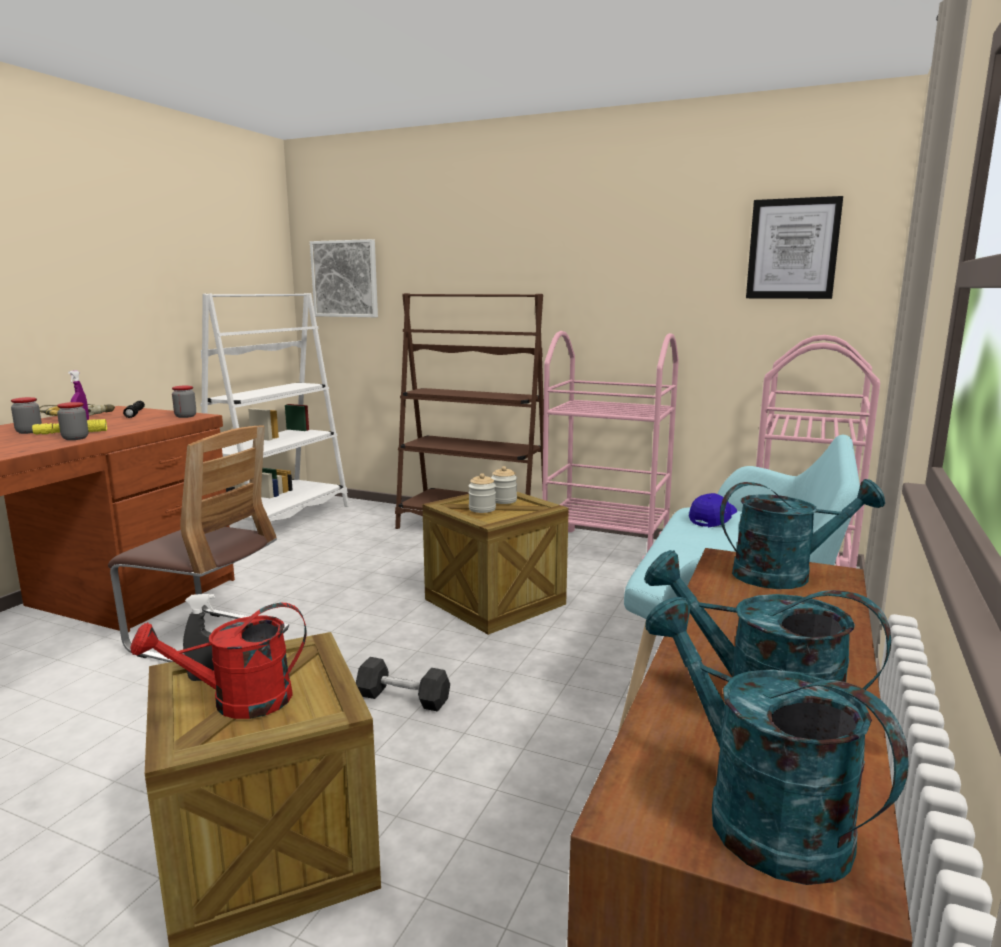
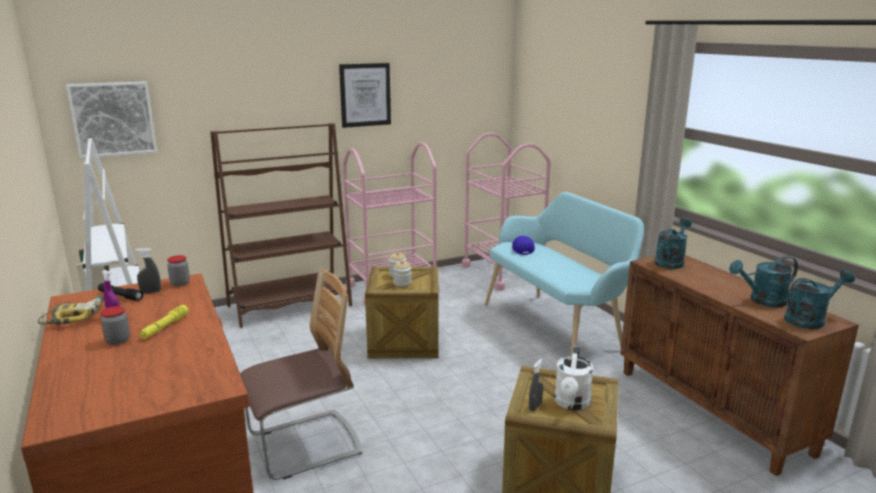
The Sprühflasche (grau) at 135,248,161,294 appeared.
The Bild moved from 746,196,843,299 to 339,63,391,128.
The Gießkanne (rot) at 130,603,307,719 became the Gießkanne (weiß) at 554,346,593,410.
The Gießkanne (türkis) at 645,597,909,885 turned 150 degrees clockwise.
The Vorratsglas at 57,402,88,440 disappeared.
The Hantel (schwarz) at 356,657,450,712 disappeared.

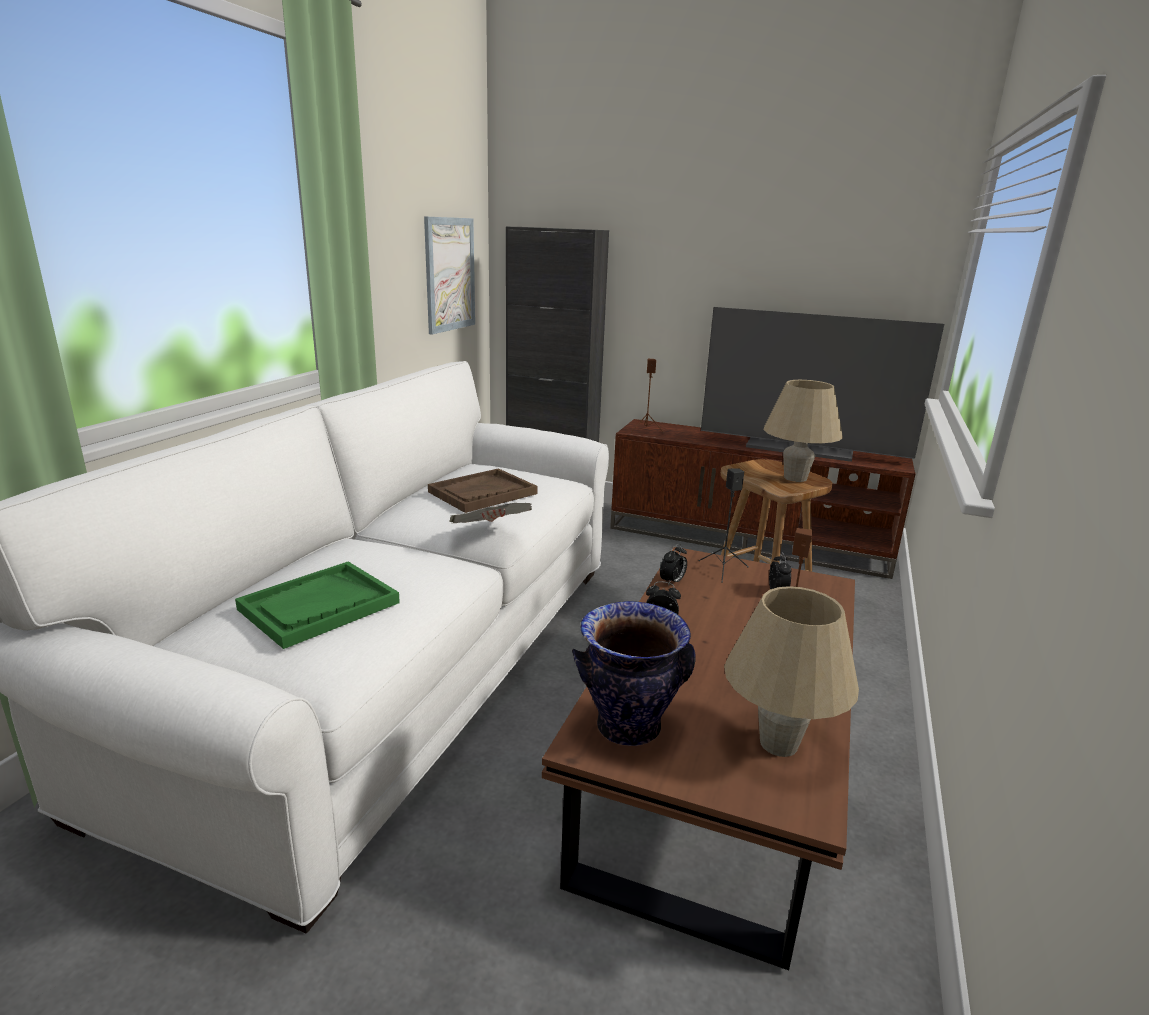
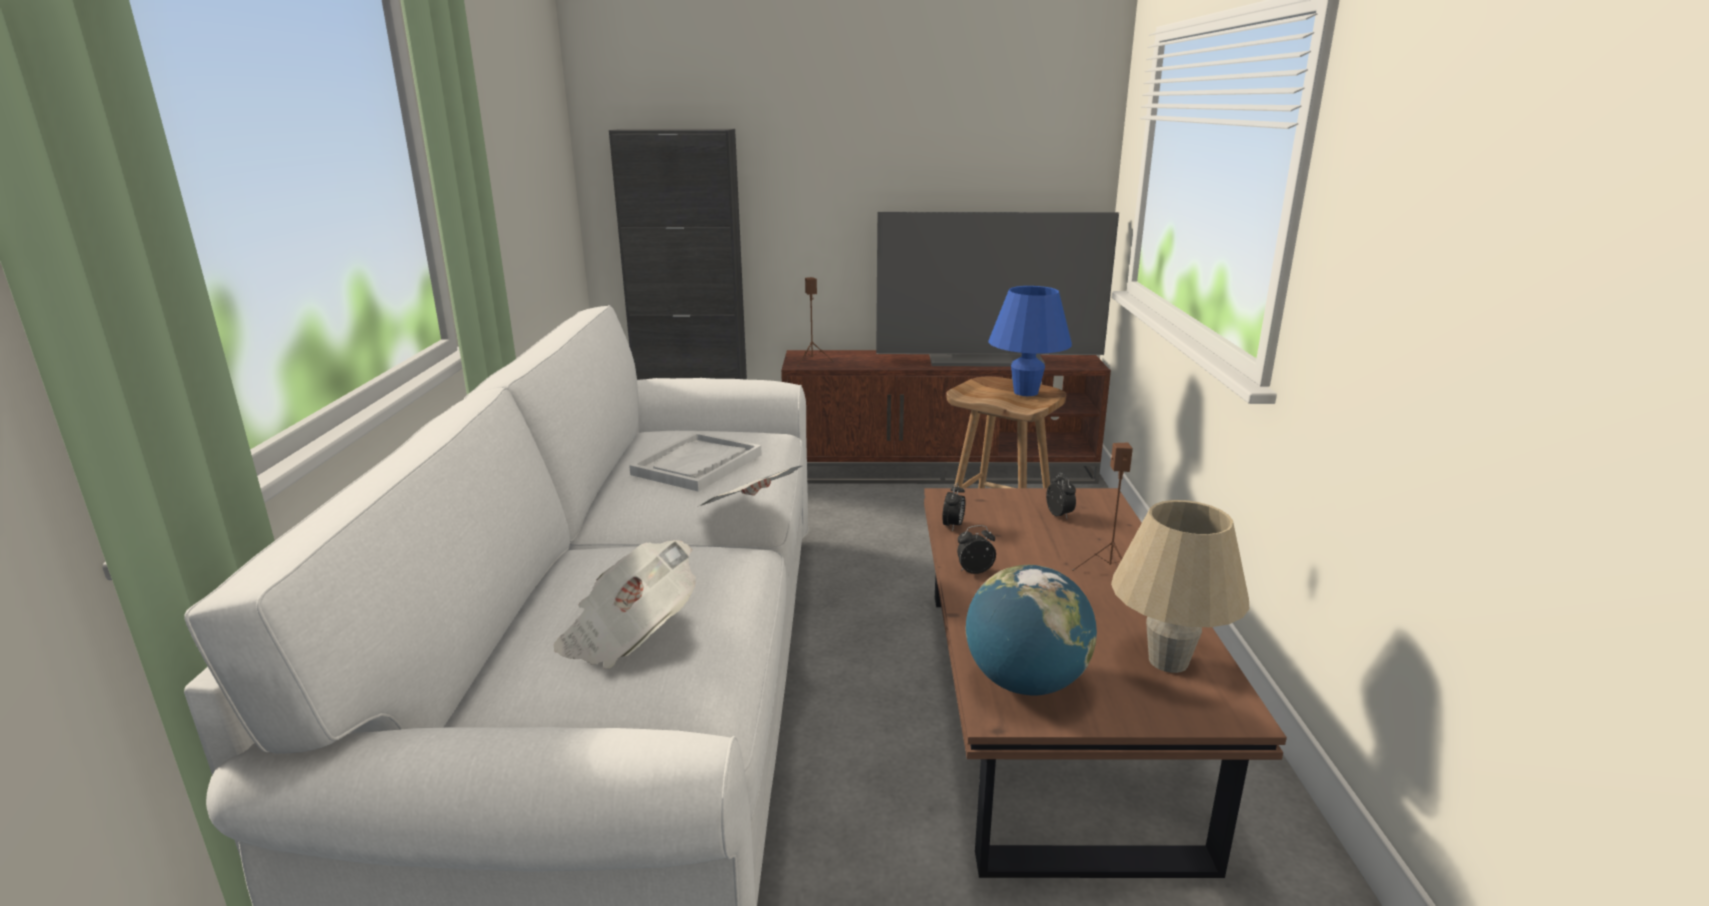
The Tablett (grün) at 235,562,400,649 was replaced by the Zeitung at 554,540,696,669.
The Tablett (braun) at 428,468,537,513 became the Tablett (weiß) at 629,432,762,492.
The Vase at 572,601,696,746 was replaced by the Globus at 965,565,1097,696.
The Tischlampe (beige) at 764,380,843,482 became the Tischlampe (blau) at 988,286,1072,396.
The Bild at 424,216,475,334 disappeared.
The Lautsprecher (schwarz) at 698,468,749,583 disappeared.

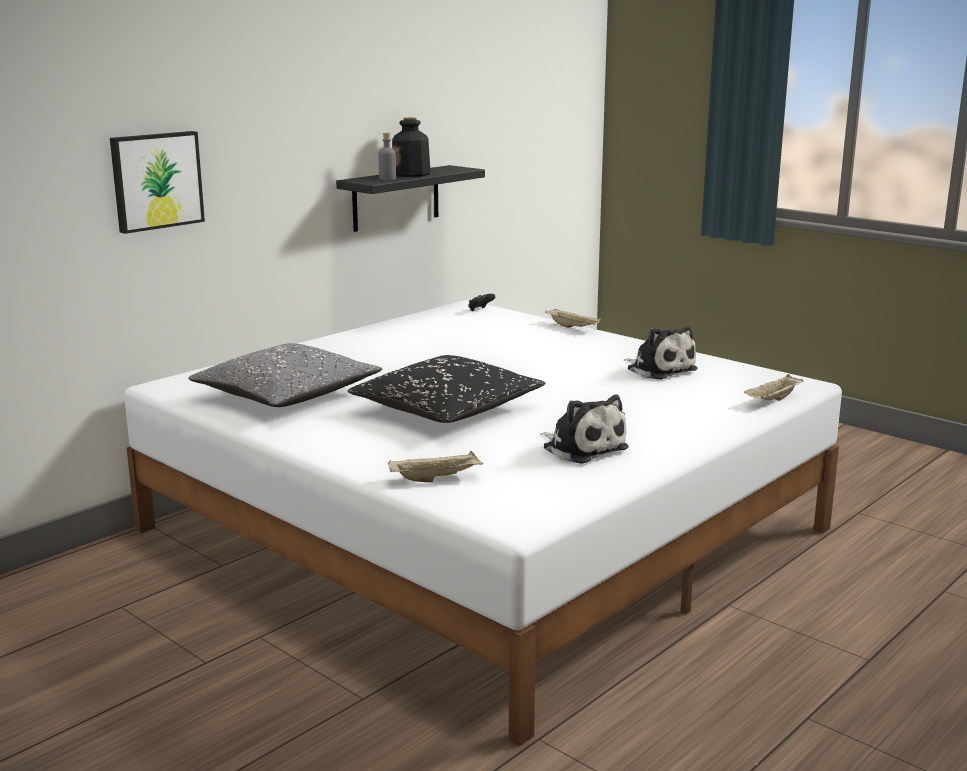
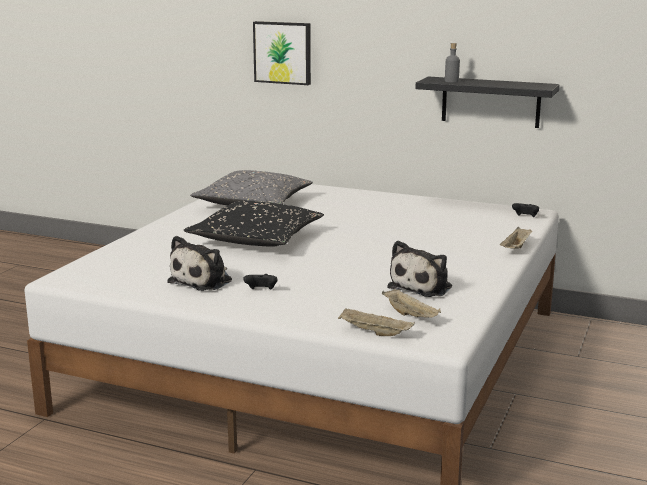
The Gamepad (schwarz) at 243,274,277,290 appeared.
The Tablett (beige) moved from 388,451,483,482 to 382,289,441,318.
The Flasche at 392,118,431,177 disappeared.

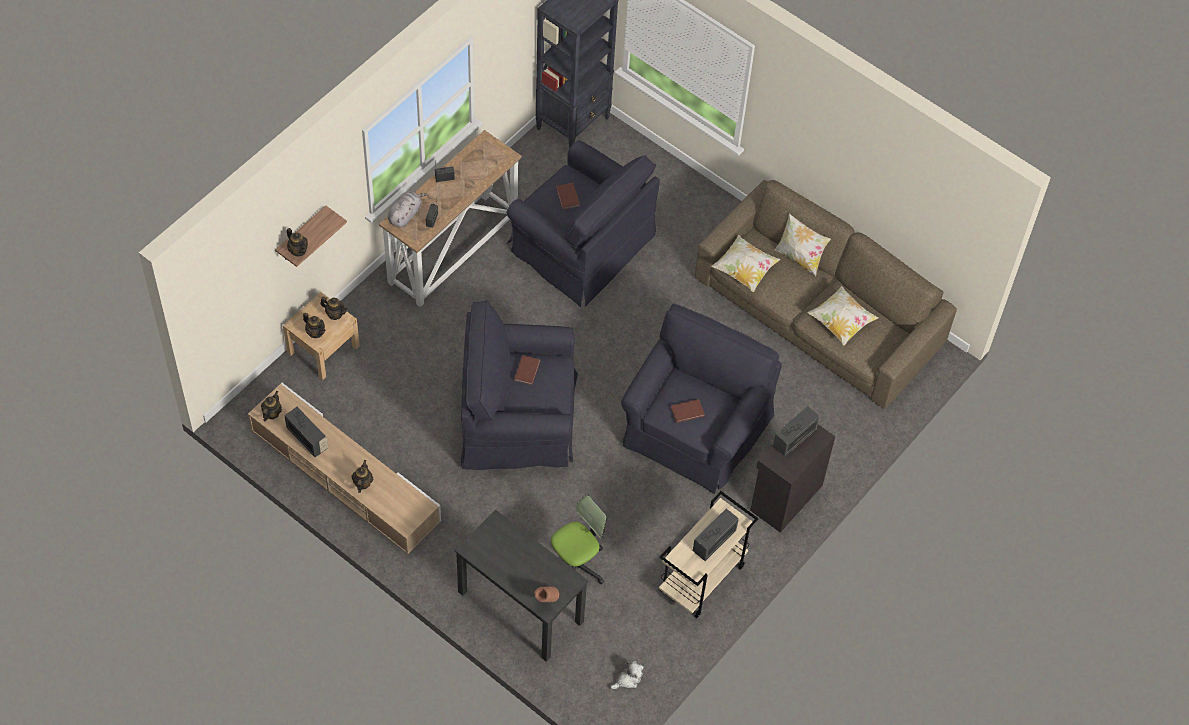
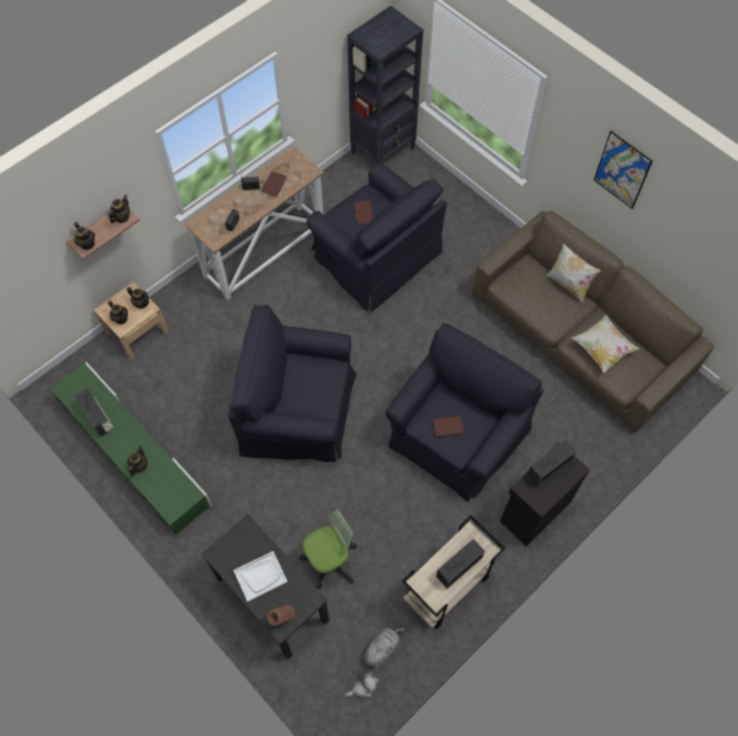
The Fernsehschrank (beige) at 248,383,441,554 became the Fernsehschrank (grün) at 50,362,212,535.
The Teekanne moved from 261,391,282,421 to 108,195,130,223.
The Tablett (weiß) at 233,551,288,602 appeared.
The Buch (braun) moved from 514,355,541,385 to 261,171,287,197.
The Plüschtier (grau) moved from 388,191,427,227 to 364,627,406,668.
The Bild at 594,131,653,209 appeared.
The Kissen at 711,235,781,292 disappeared.

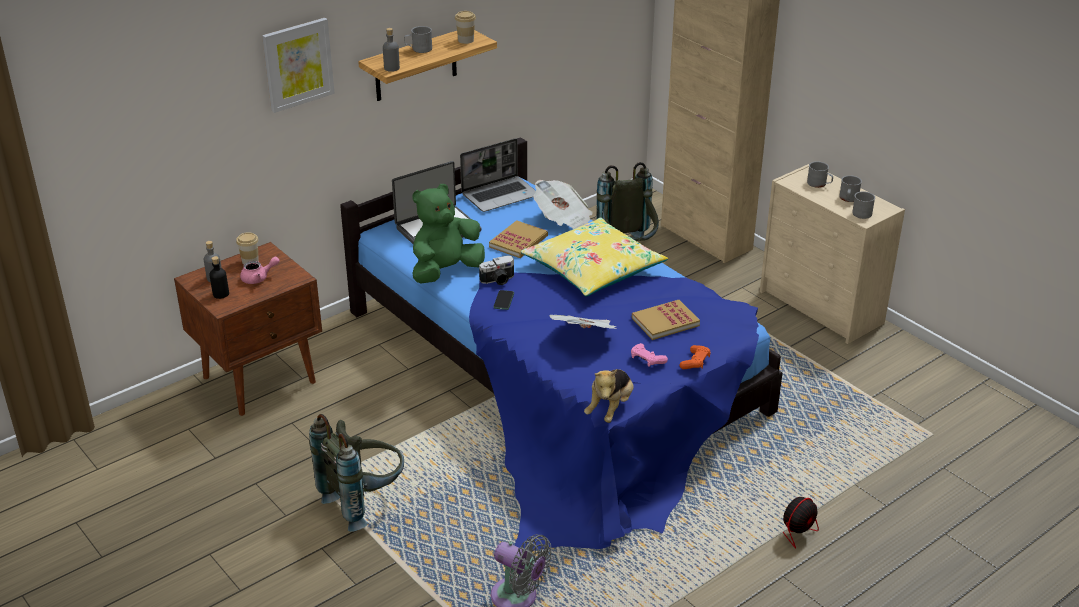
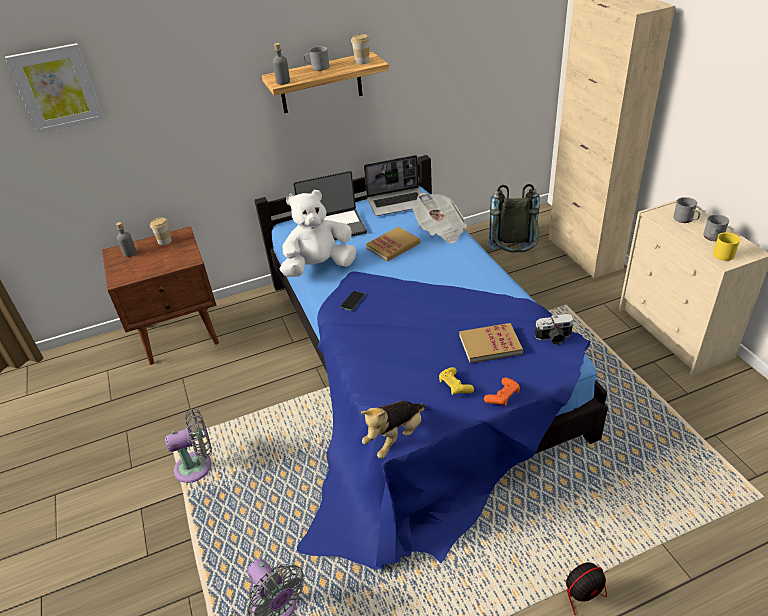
The Bild moved from 262,18,335,113 to 5,43,104,133.
The Rucksack (grau) at 309,414,404,532 was replaced by the Ventilator (grau) at 165,409,212,483.
The Plüschtier (grün) at 412,184,485,284 became the Plüschtier (weiß) at 280,190,356,277.
The Gamepad (rosa) at 631,343,668,367 became the Gamepad (gelb) at 439,367,474,395.
The Kamera moved from 479,255,514,285 to 535,314,574,345.
The Henkelbecher (grau) at 852,191,875,219 became the Henkelbecher (gelb) at 713,232,740,261.
The Flasche (schwarz) at 209,256,229,299 disappeared.
The Teekanne (rosa) at 240,257,280,284 disappeared.
The Kissen (gelb) at 520,218,668,296 disappeared.
The Zeitung at 549,315,617,329 disappeared.

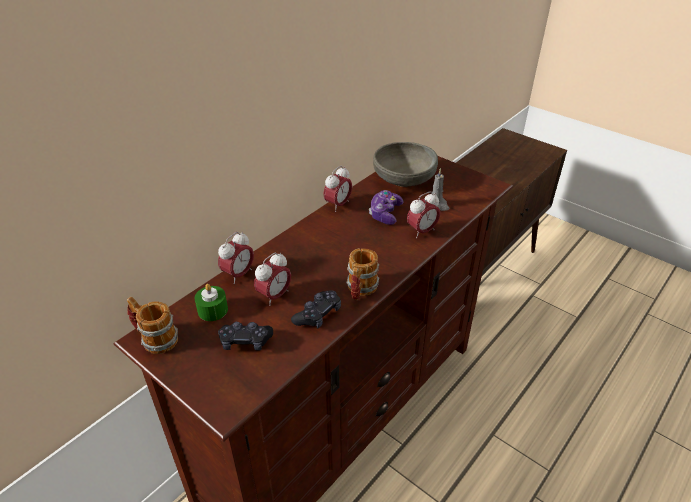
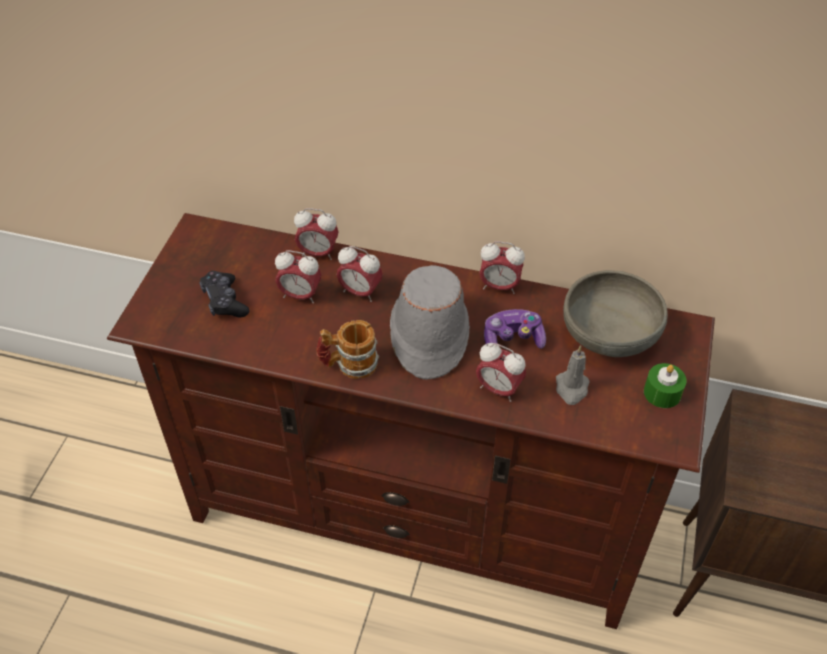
The Wecker at 337,246,383,302 appeared.
The Hut (grau) at 390,265,470,380 appeared.
The Kerze (grün) moved from 195,284,228,321 to 644,363,687,408.
The Henkelbecher at 127,297,178,354 disappeared.
The Gamepad (schwarz) at 291,290,341,328 disappeared.

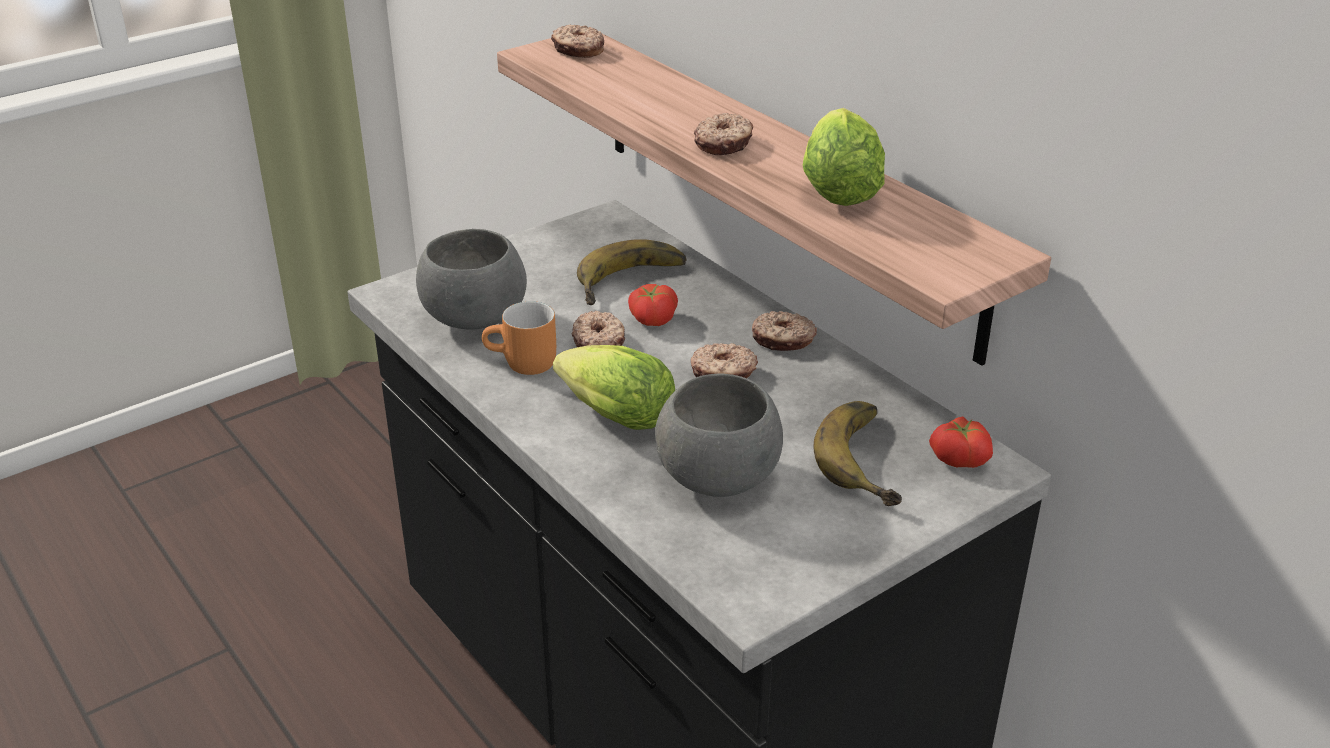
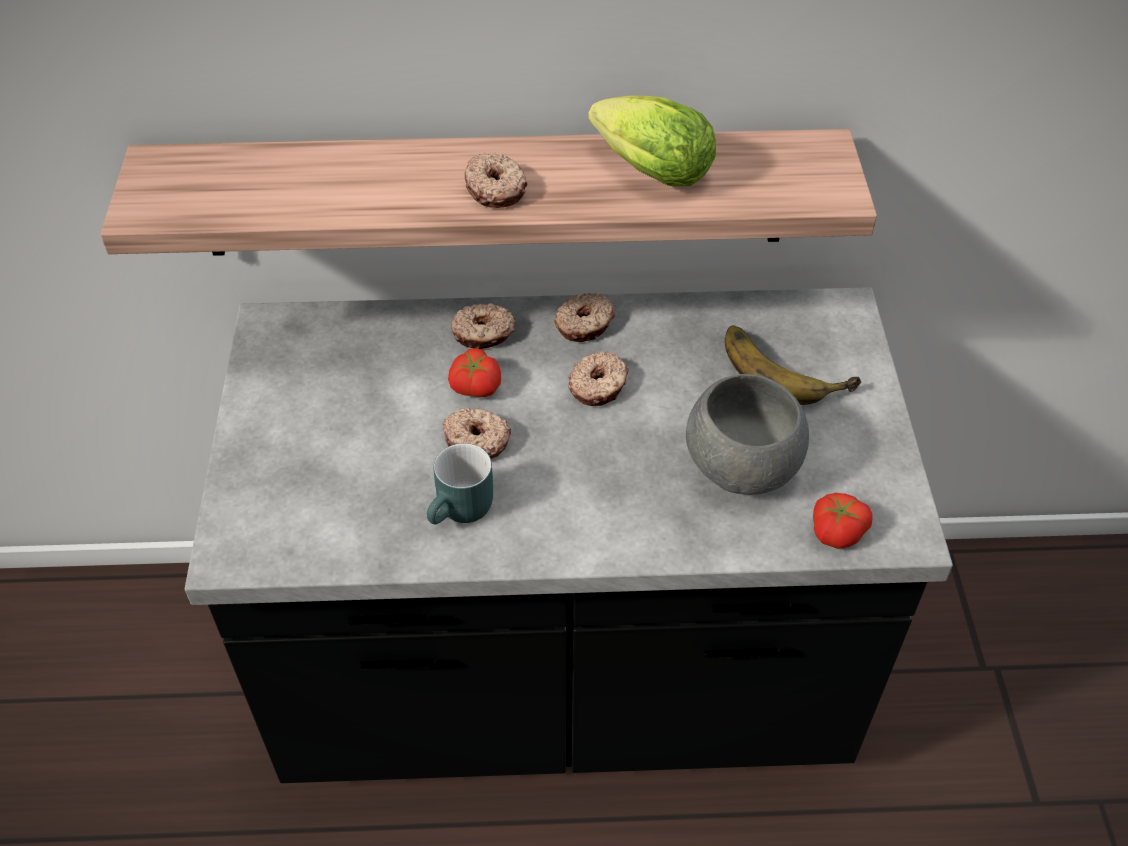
The Henkelbecher (orange) at 482,301,556,375 became the Henkelbecher (türkis) at 427,443,493,524.
The Donut moved from 551,24,604,58 to 451,303,516,349.
The Tomate moved from 929,417,993,468 to 813,493,873,549.
The Schüssel (grau) at 416,229,527,330 disappeared.
The Salatkopf at 553,345,675,430 disappeared.
The Banane at 577,239,687,305 disappeared.

